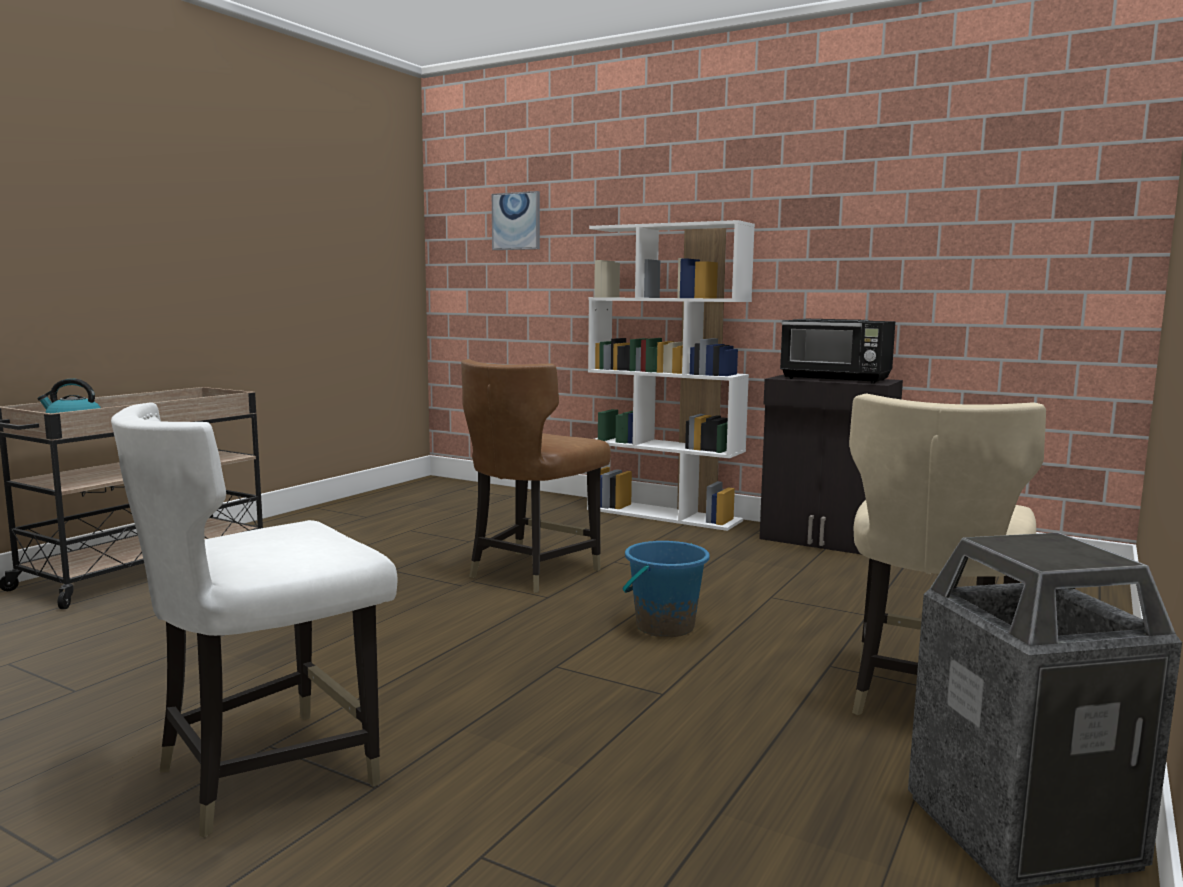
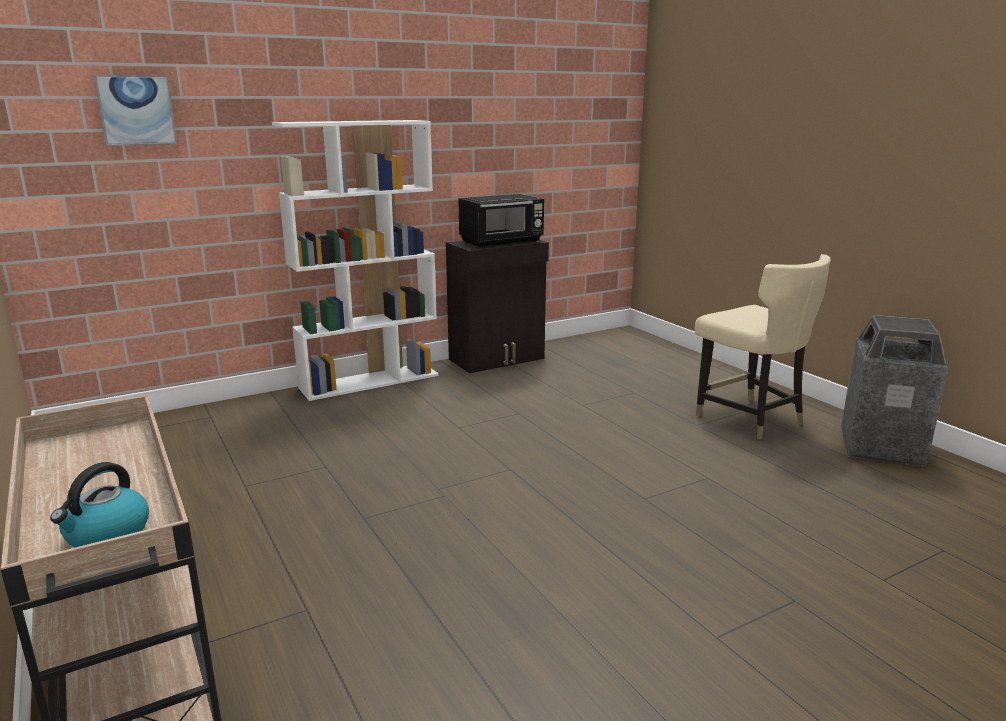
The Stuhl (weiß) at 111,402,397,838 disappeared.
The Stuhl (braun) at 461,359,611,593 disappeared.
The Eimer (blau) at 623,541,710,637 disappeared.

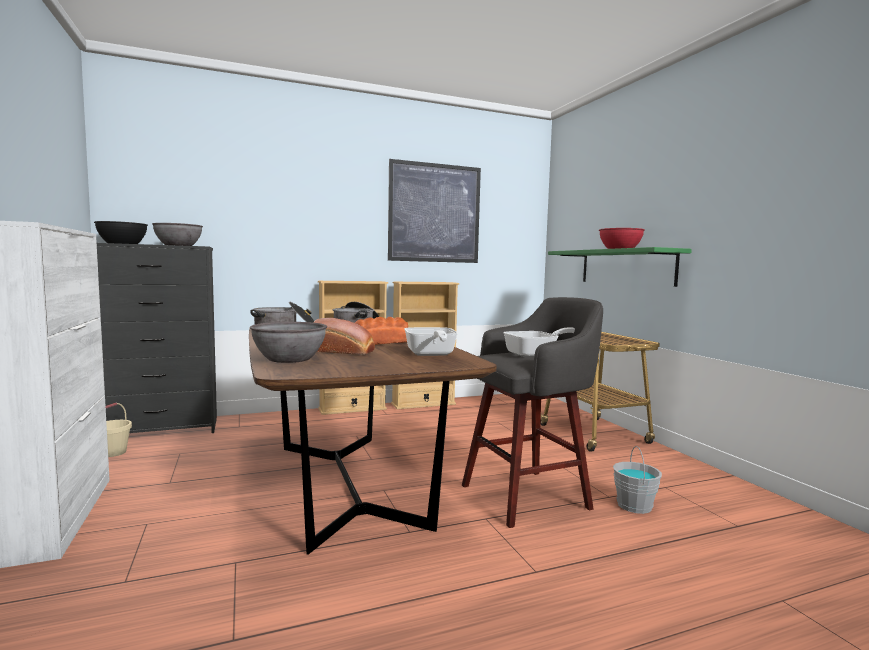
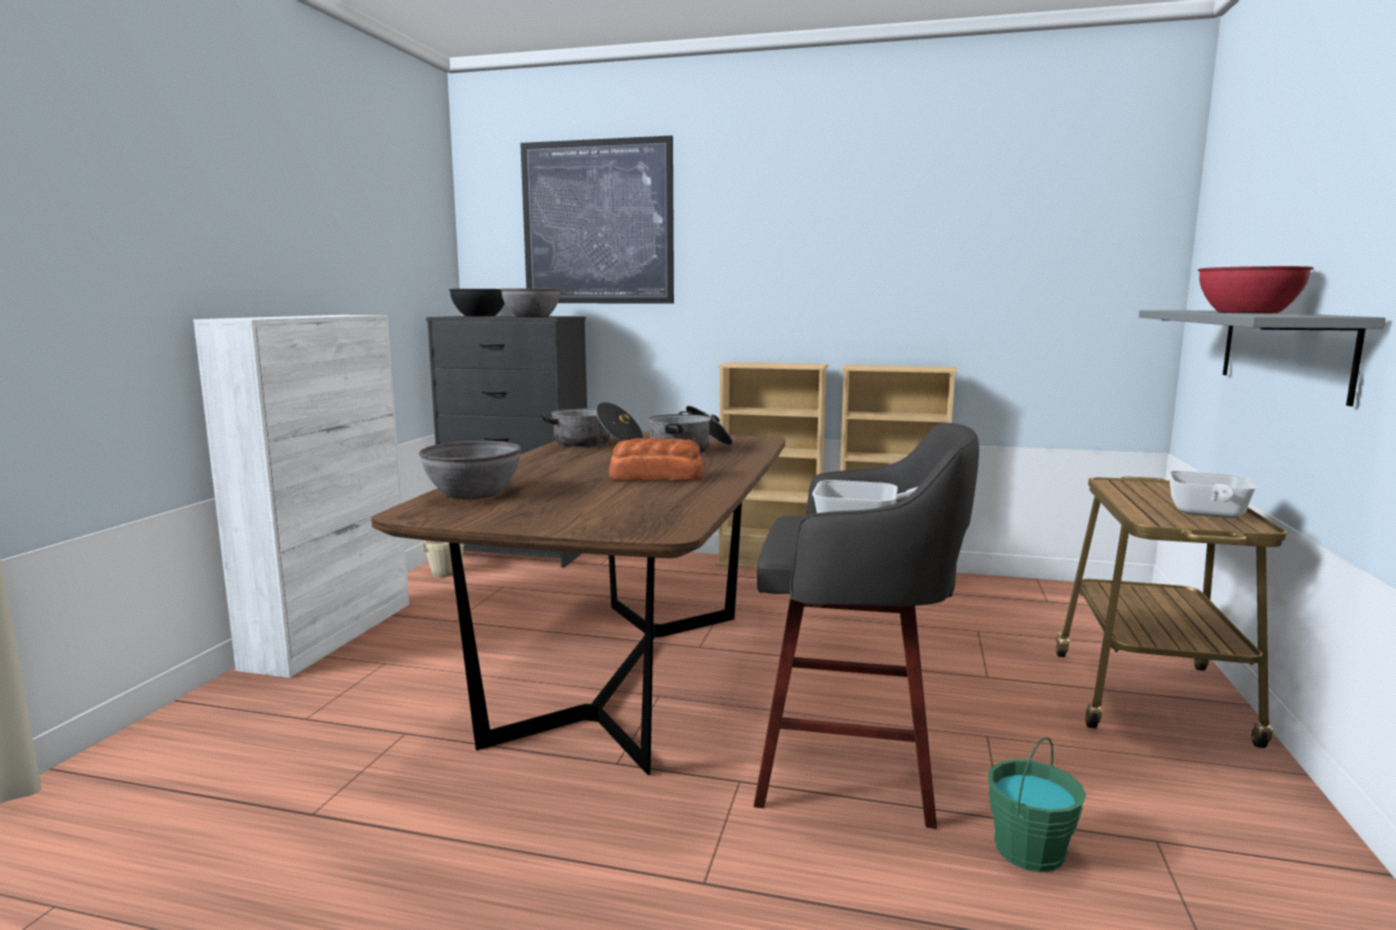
The Bild moved from 388,159,481,263 to 520,136,674,304.
The Eimer (grau) at 613,446,662,514 became the Eimer (grün) at 988,737,1086,872.
The Wandregal (grün) at 548,247,692,287 became the Wandregal (grau) at 1139,310,1386,406.
The Pfanne moved from 404,327,458,356 to 1168,470,1257,518.
The Brot at 313,318,375,355 disappeared.

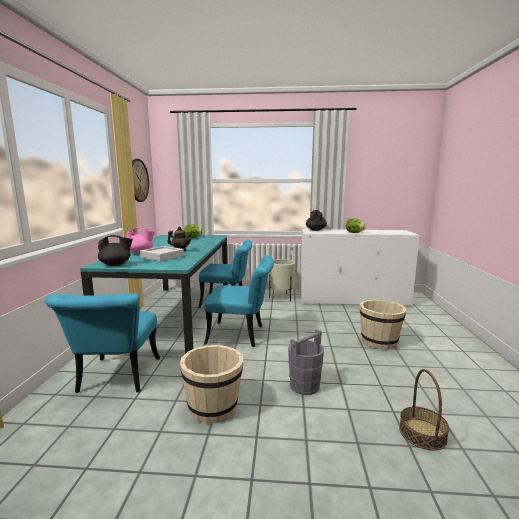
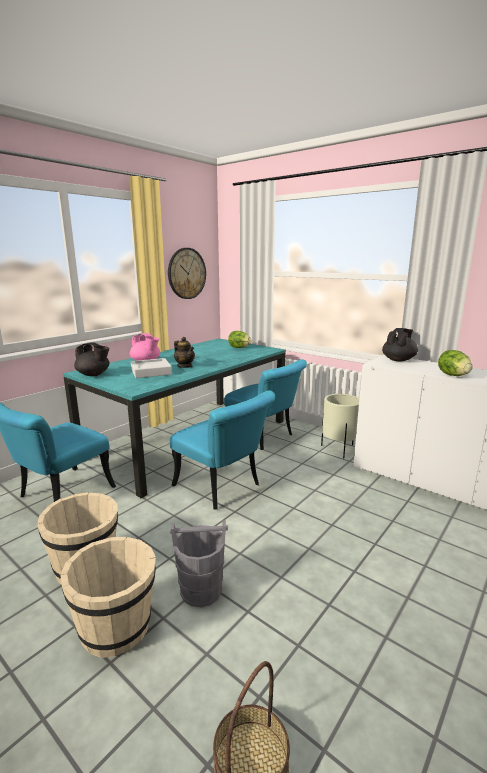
The Eimer (beige) moved from 360,300,406,350 to 60,537,156,658.

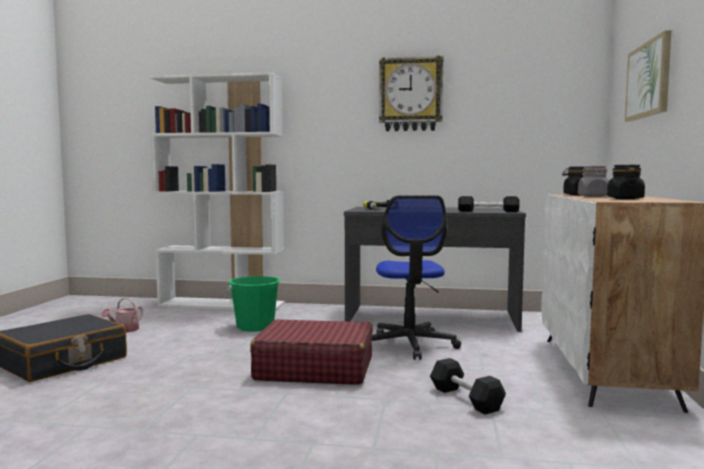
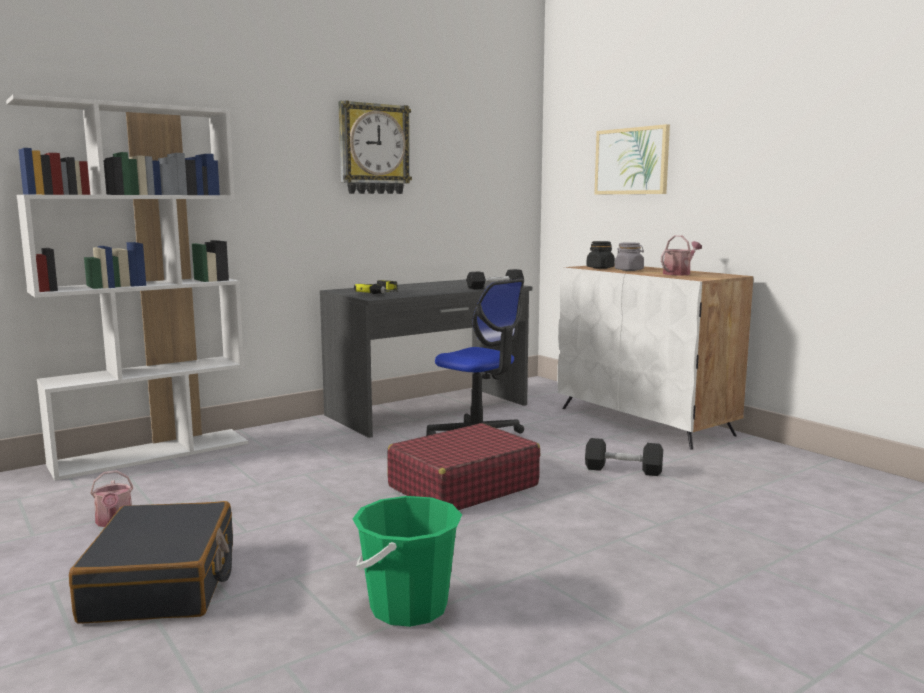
The Eimer (grün) moved from 227,276,280,332 to 353,496,462,627.
The Vorratsglas (schwarz) at 607,165,645,199 was replaced by the Gießkanne at 661,235,702,275.

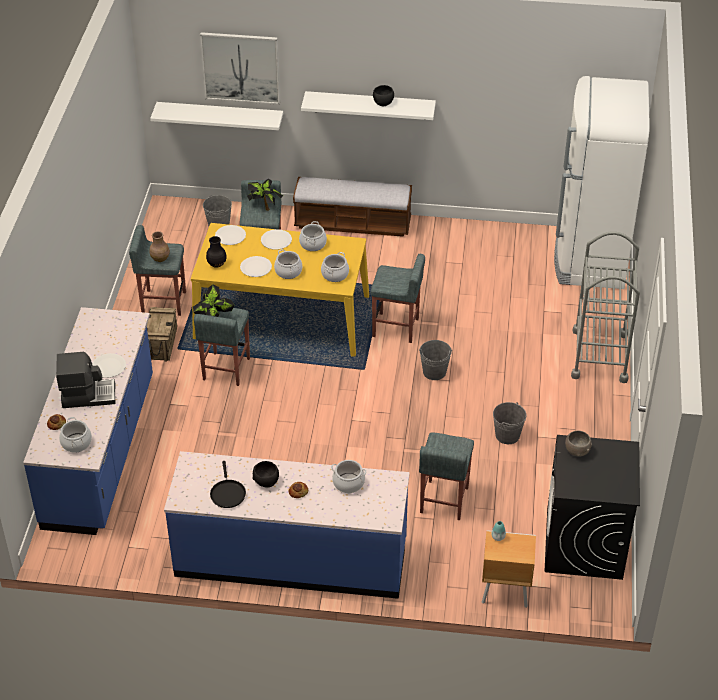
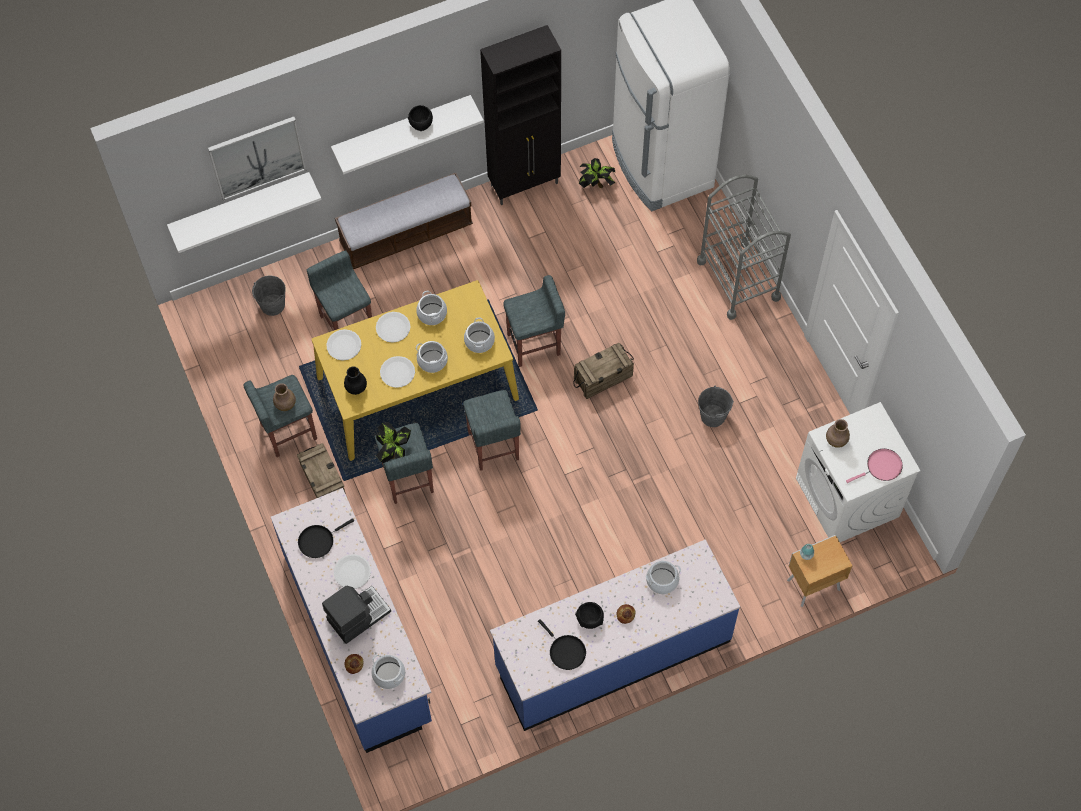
The Pfanne (schwarz) at 298,518,354,558 appeared.
The Hocker (grau) moved from 419,433,474,520 to 463,390,521,471.
The Schrank (schwarz) at 480,25,561,205 appeared.
The Eimer (grau) at 419,340,452,380 was replaced by the Kiste at 573,343,634,399.
The Topfpflanze moved from 247,179,283,211 to 579,158,615,188.
The Waschmaschine (schwarz) at 545,435,640,580 became the Waschmaschine (weiß) at 796,402,921,542.
The Schüssel (grau) at 565,431,592,457 was replaced by the Vase (braun) at 826,419,850,448.
The Pfanne (rosa) at 846,449,903,483 appeared.

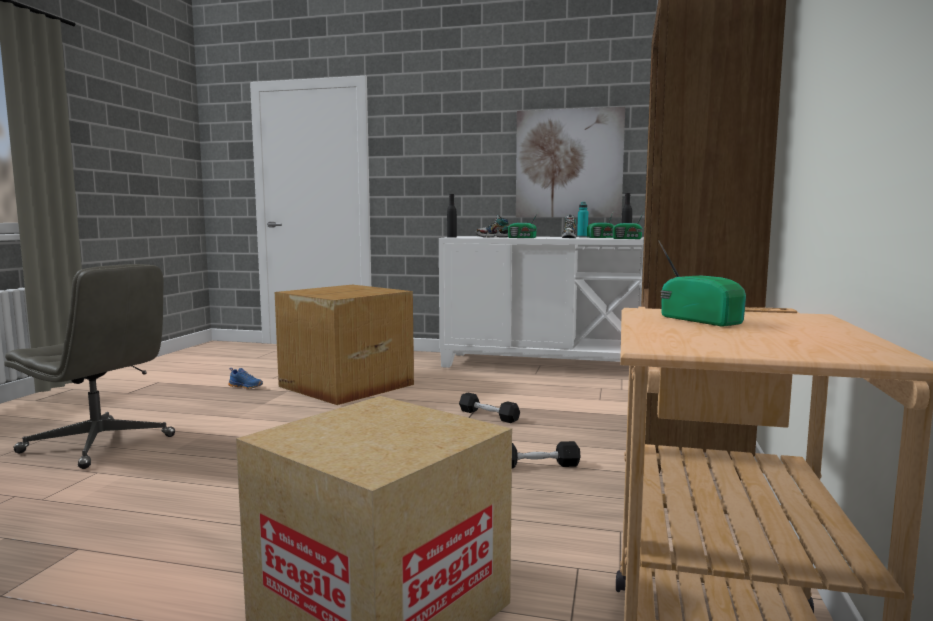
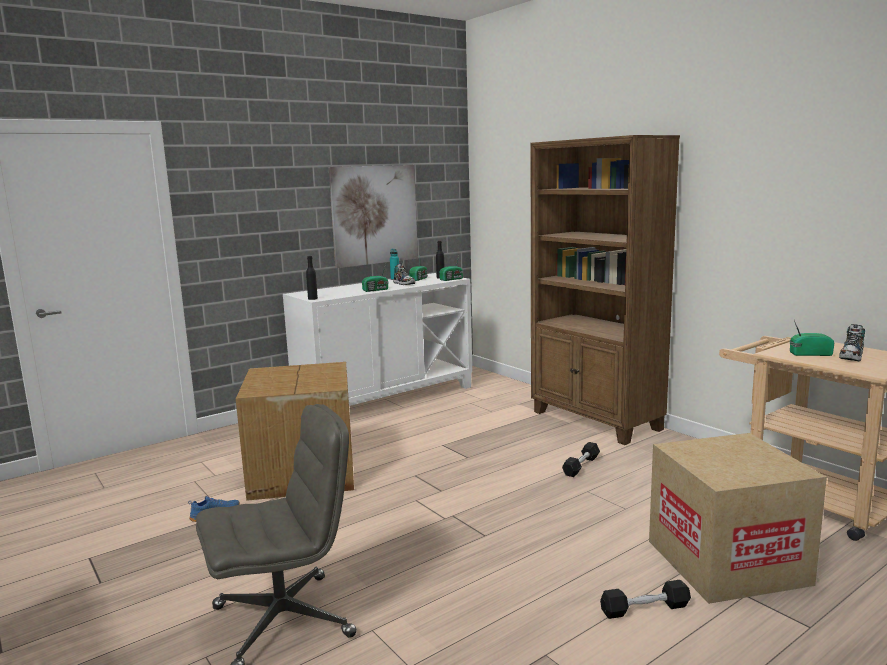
The Hantel (schwarz) moved from 459,393,520,423 to 600,580,691,619.
The Schuh moved from 476,215,509,237 to 839,324,865,361.

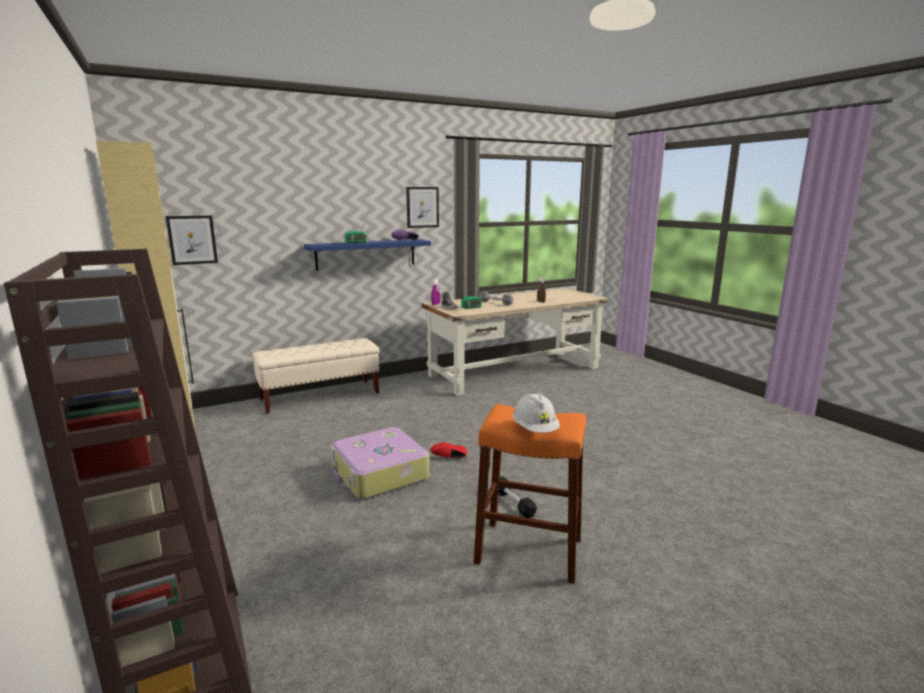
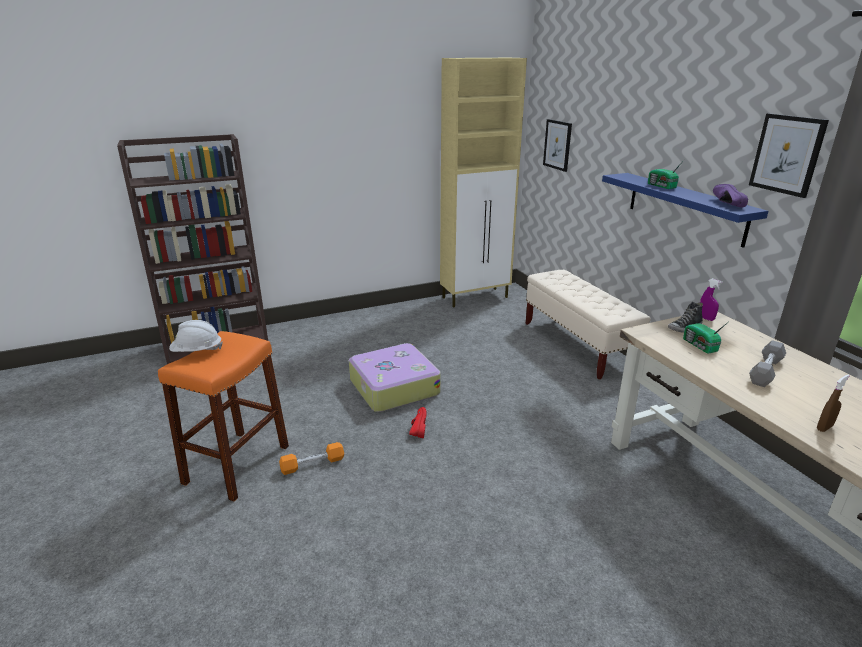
The Hantel (schwarz) at 499,476,537,518 became the Hantel (orange) at 279,442,344,475.

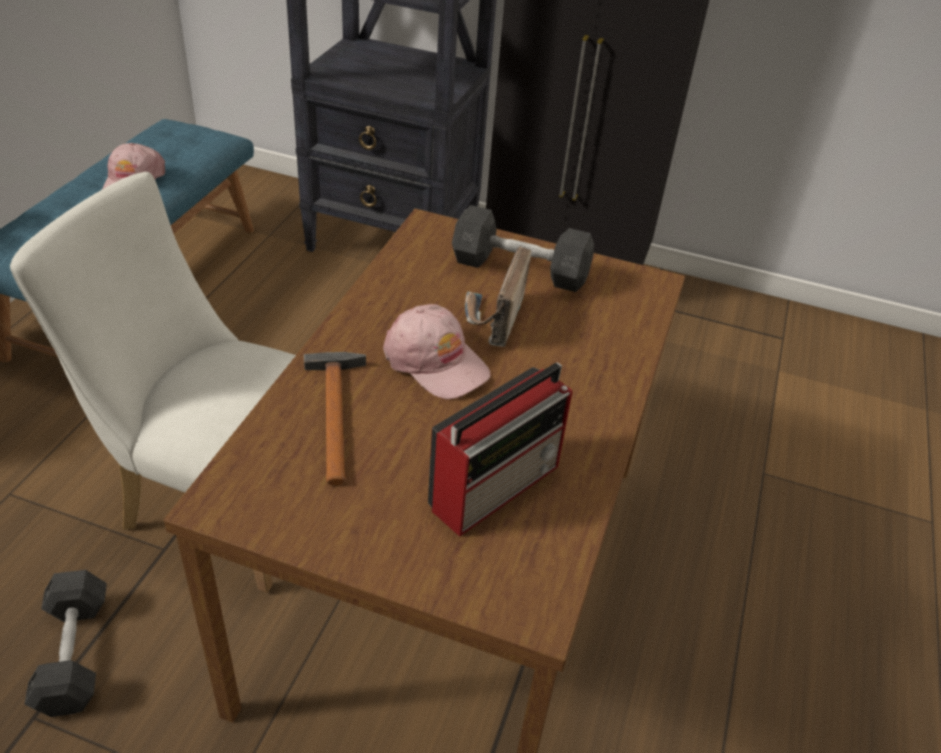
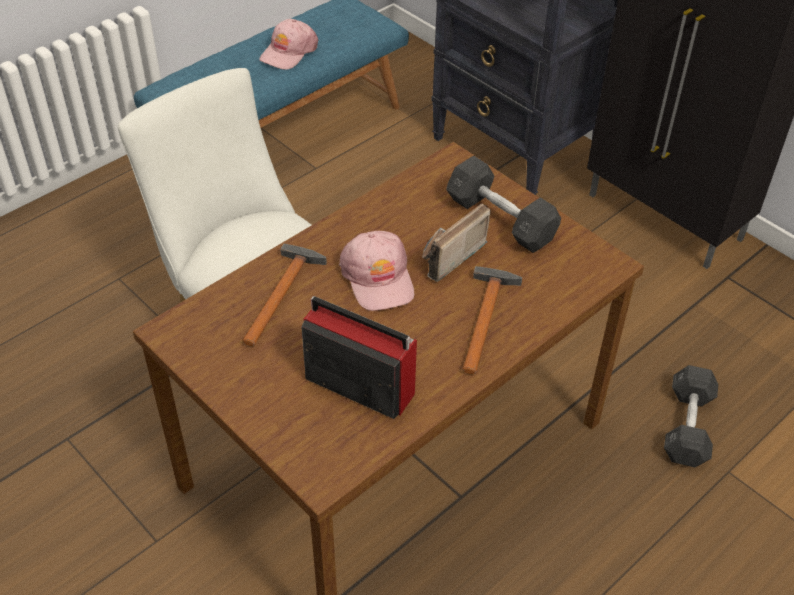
The Radio at 428,362,572,537 turned 135 degrees counterclockwise.
The Hammer at 462,266,523,374 appeared.
The Hantel (grau) moved from 24,570,107,717 to 664,365,718,467.

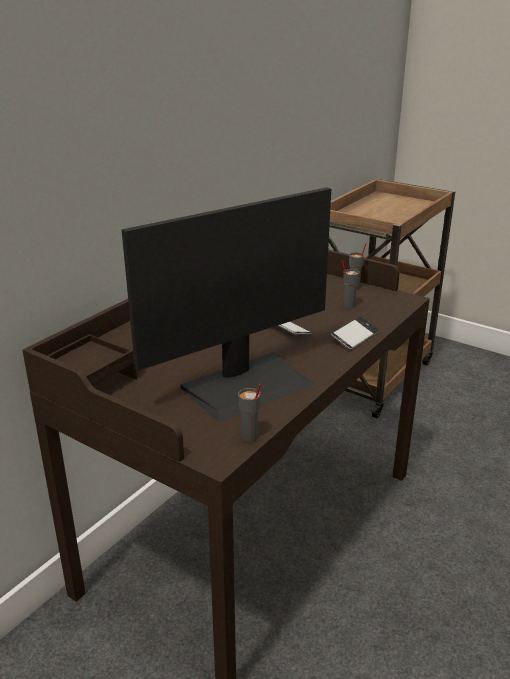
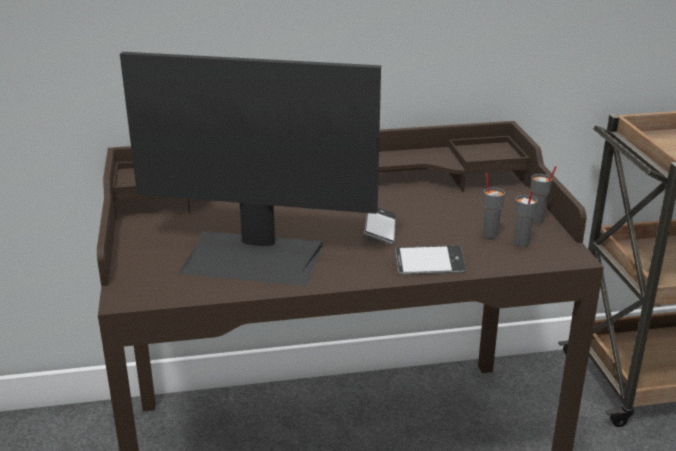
The Tasse (grau) moved from 238,384,261,441 to 514,190,537,247.

